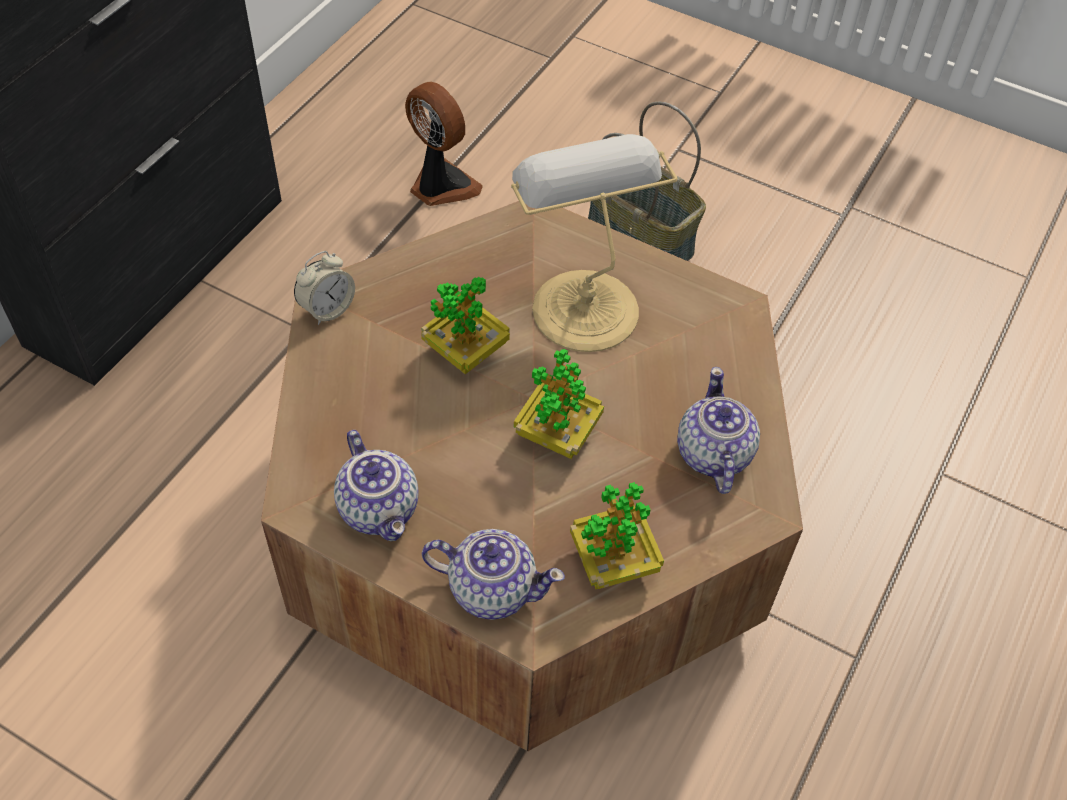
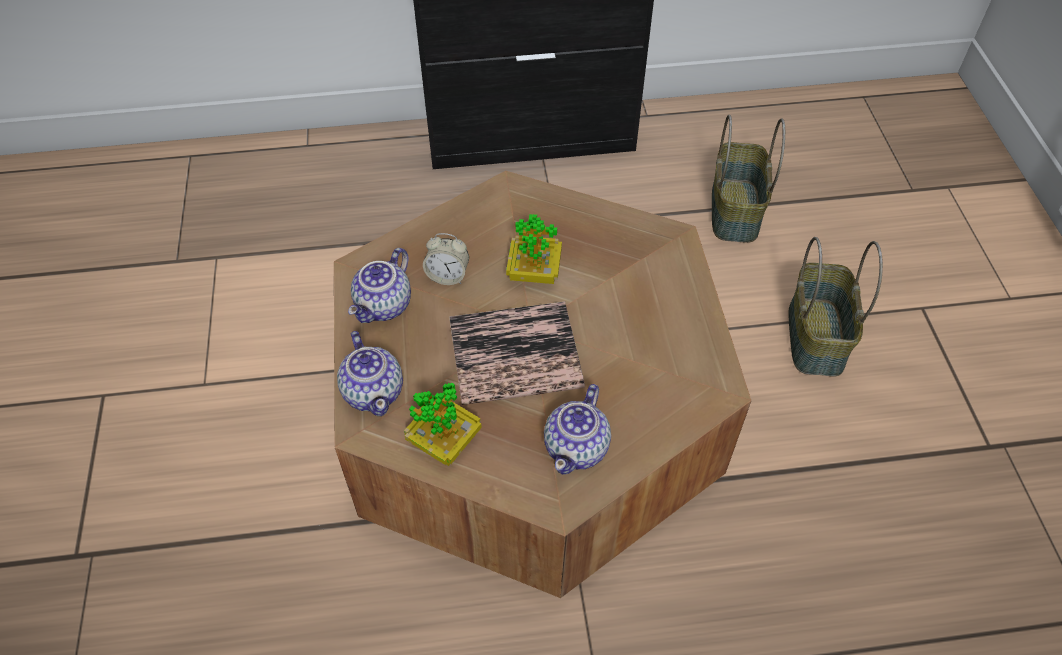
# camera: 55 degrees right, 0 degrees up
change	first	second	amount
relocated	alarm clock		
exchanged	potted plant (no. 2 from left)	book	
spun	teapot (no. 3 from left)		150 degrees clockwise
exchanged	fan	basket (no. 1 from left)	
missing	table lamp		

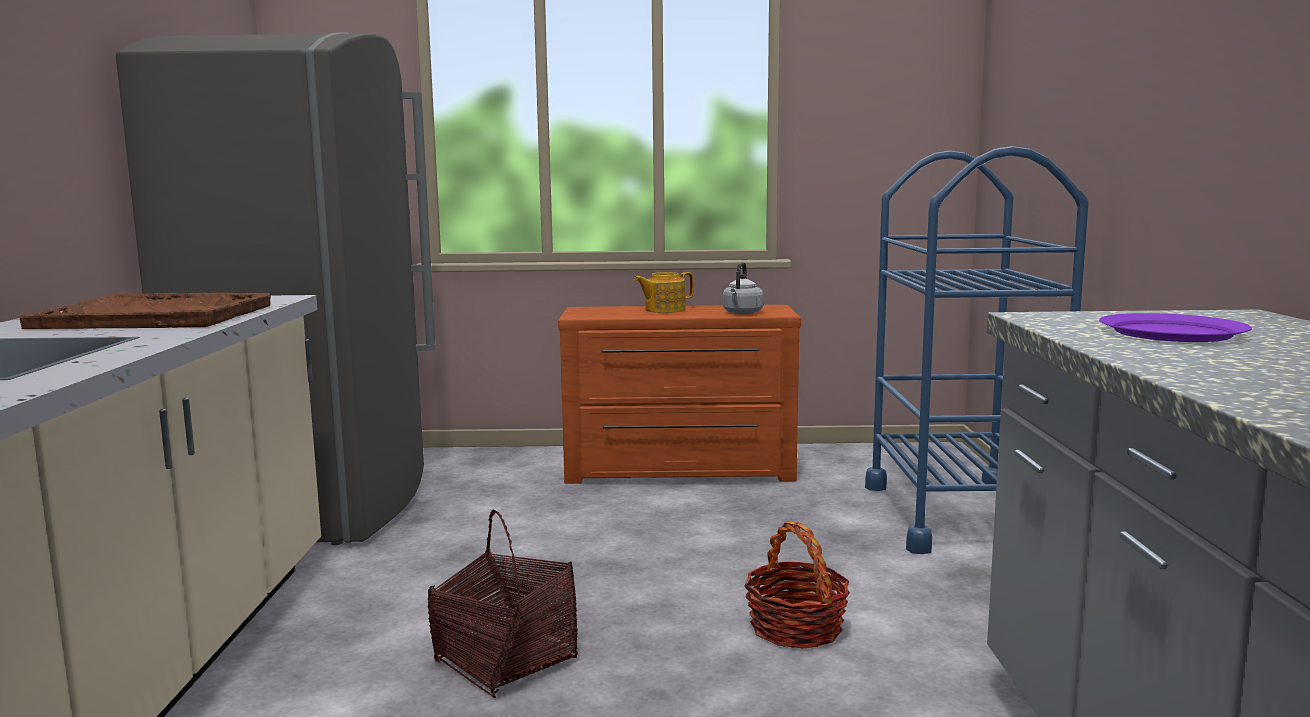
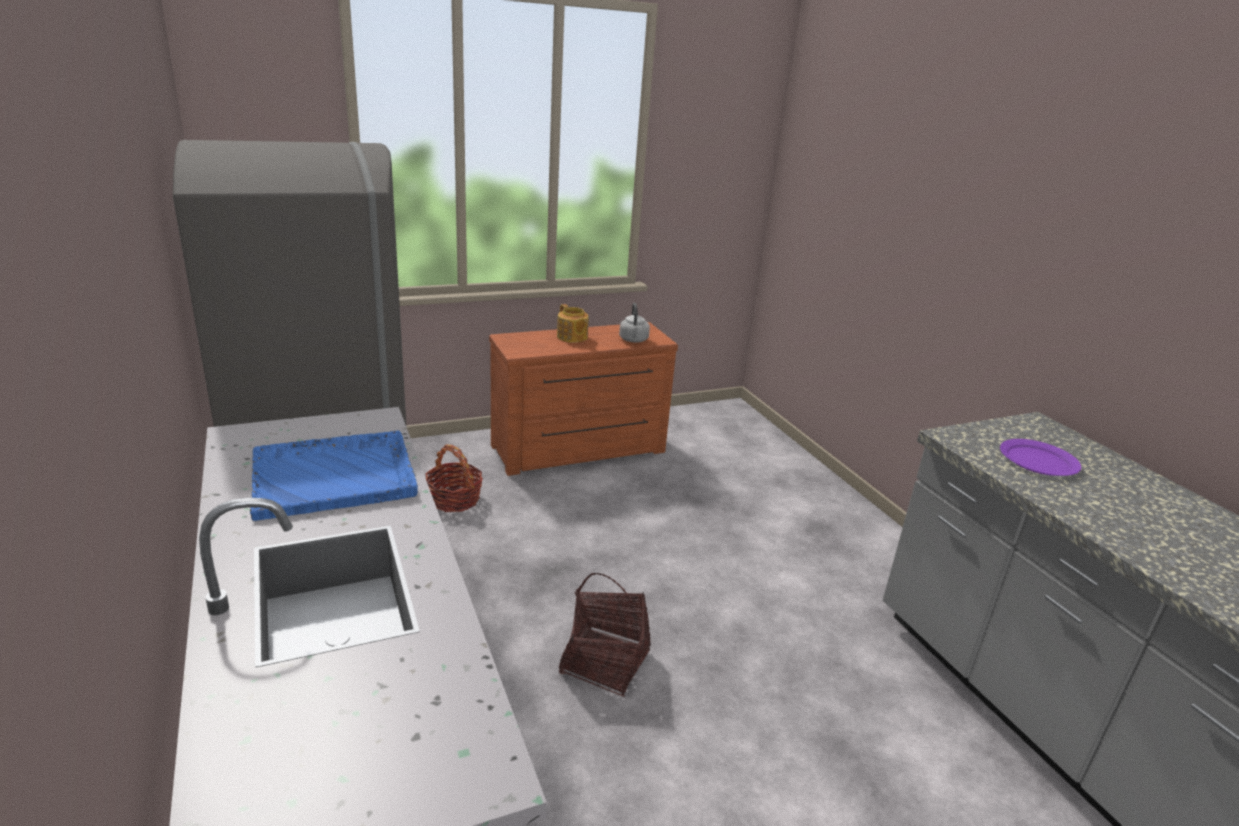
# camera: 25 degrees left, 15 degrees up
change	first	second	amount
colour	tray (brown)	tray (blue)	
relocated	basket (no. 2 from left in the first image)	basket (no. 1 from left)	
spun	teapot		75 degrees counterclockwise
missing	cart (blue)		

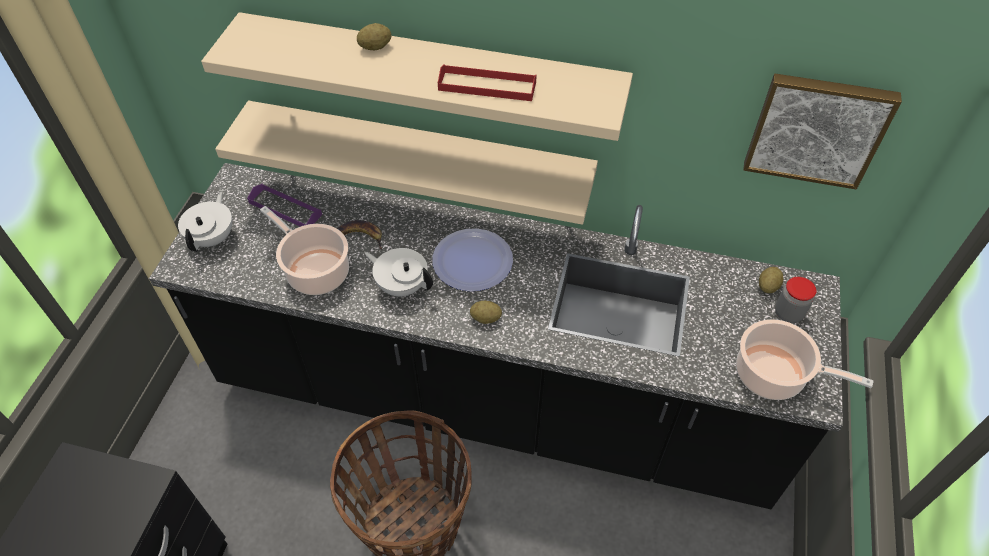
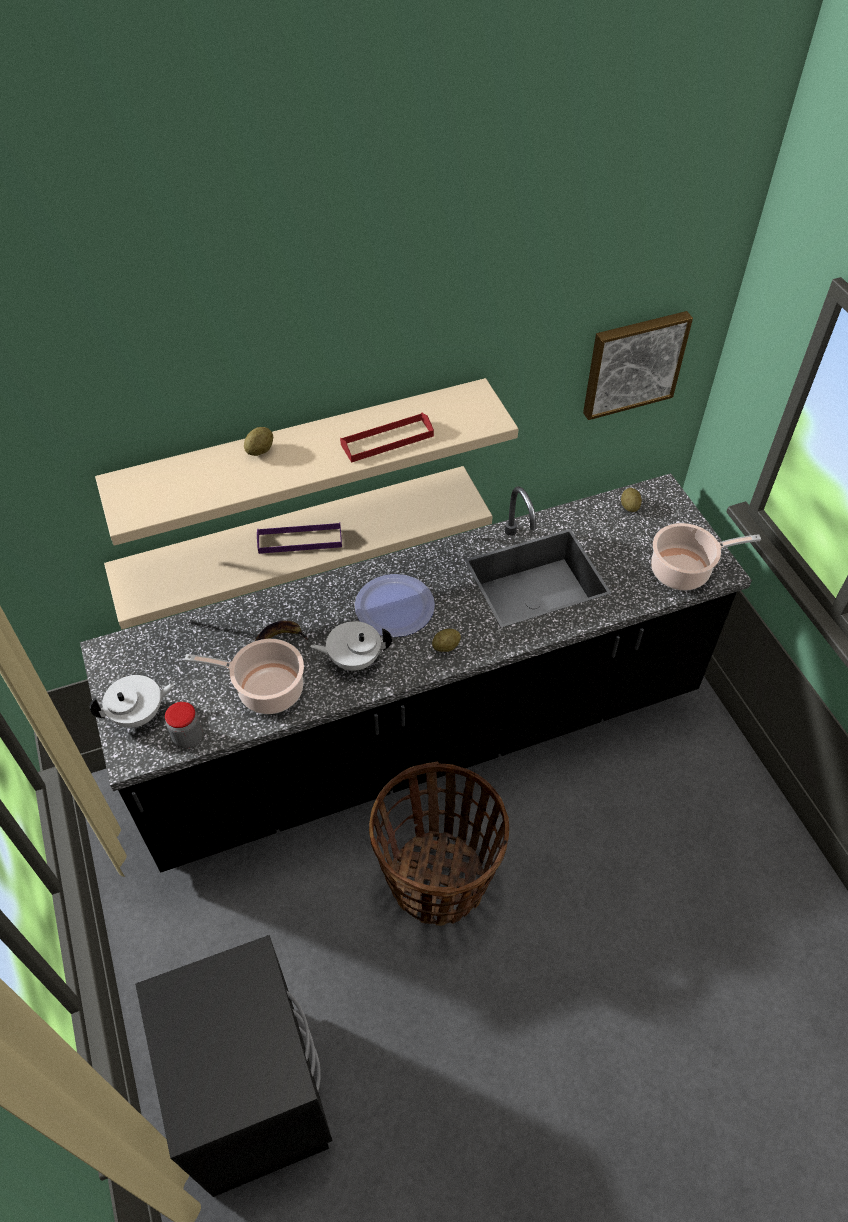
# camera: 35 degrees left, 0 degrees up
change	first	second	amount
spun	teapot (white) (no. 1 from left)		90 degrees clockwise
relocated	jar		
relocated	tray (purple)		

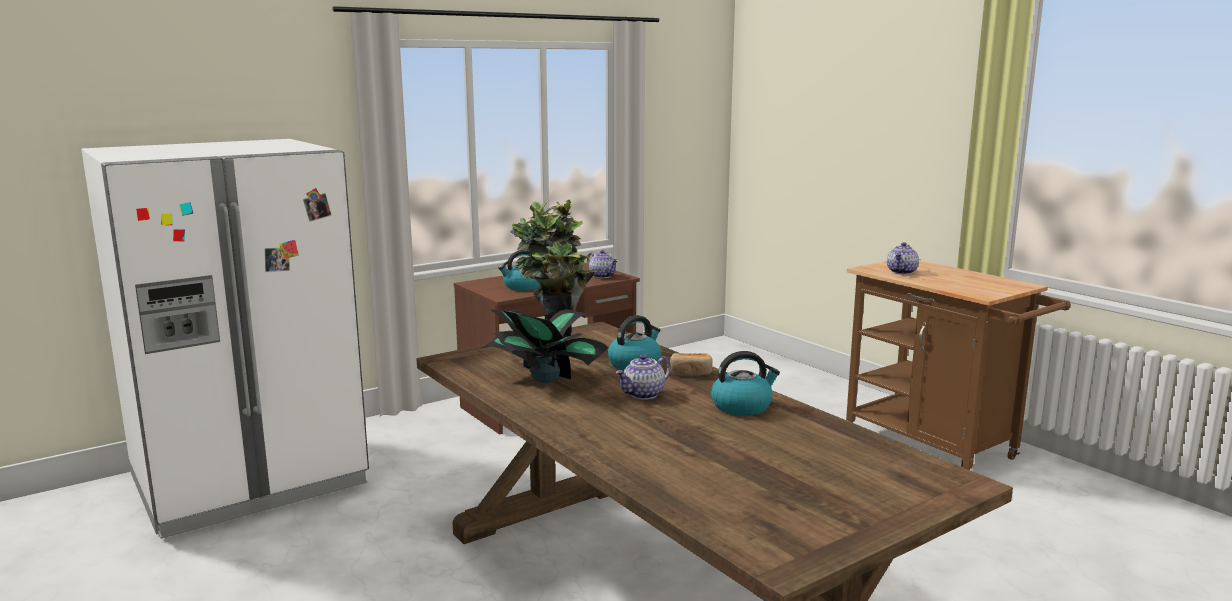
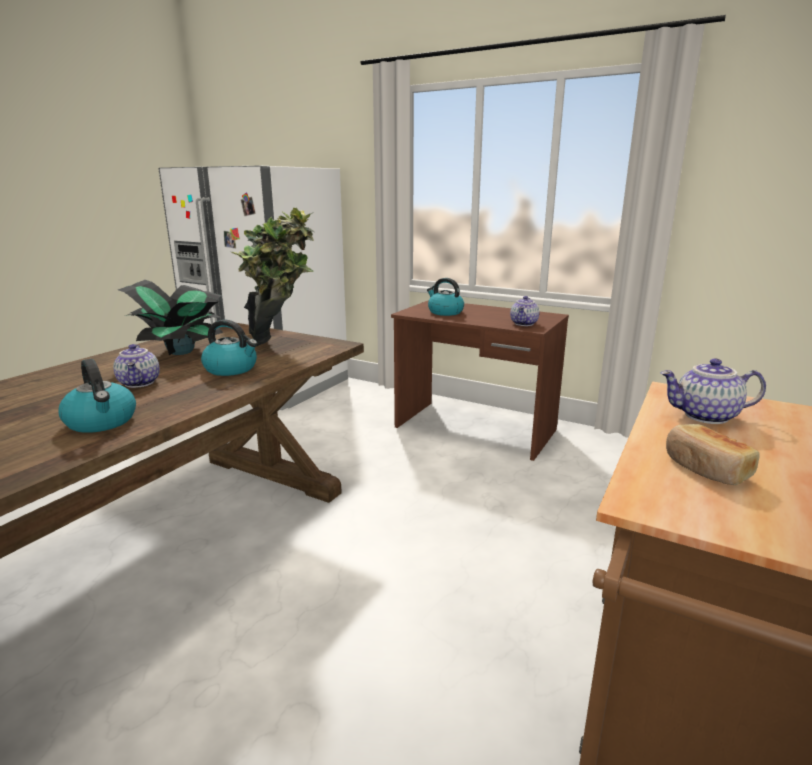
# camera: 65 degrees right, 5 degrees up
change	first	second	amount
spun	teapot (no. 2 from left in the first image)	teapot (no. 1 from left)	135 degrees counterclockwise
relocated	bread		

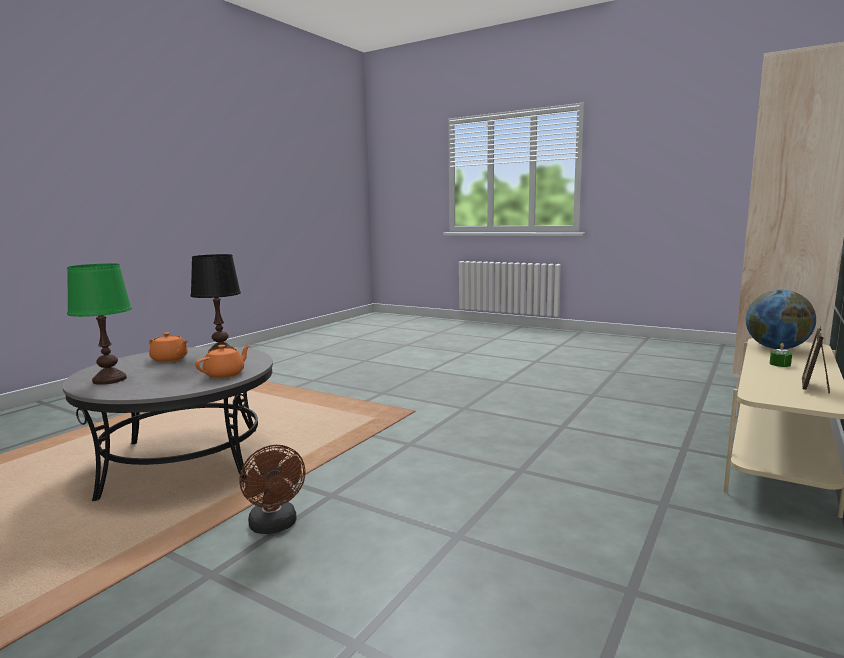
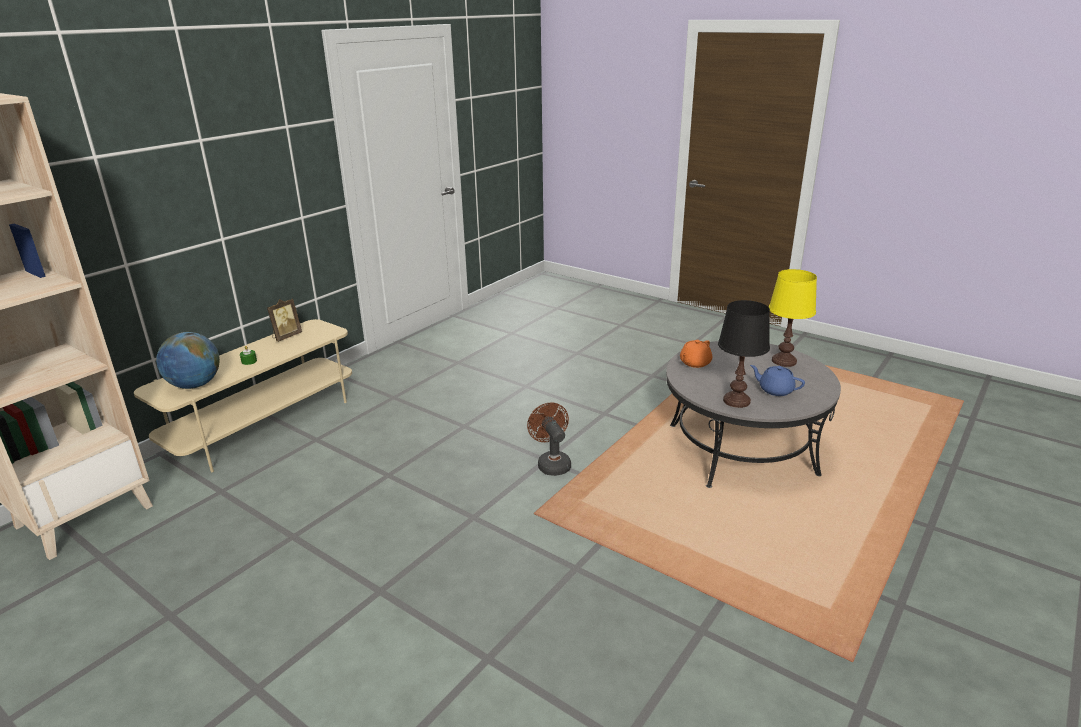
# camera: 175 degrees left, 15 degrees up
change	first	second	amount
relocated	fan (brown)		
colour	teapot (orange) (no. 1 from left)	teapot (blue)	
colour	table lamp (green)	table lamp (yellow)	

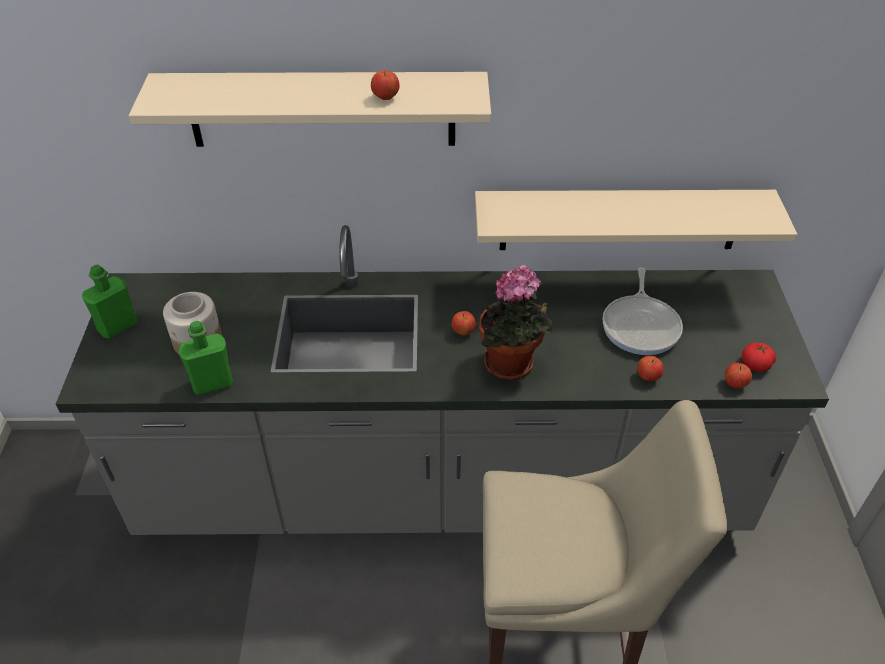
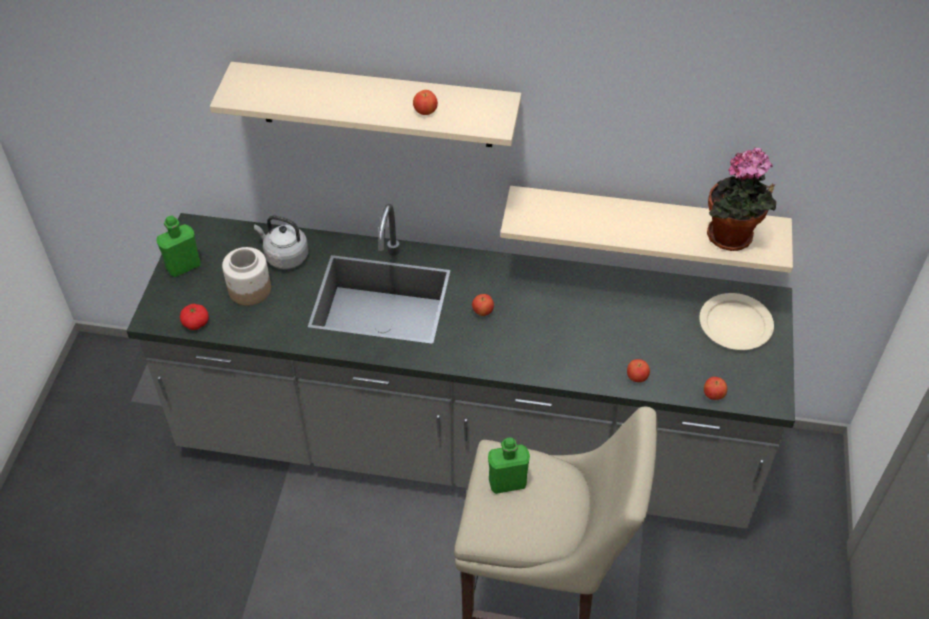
# camera: 10 degrees right, 5 degrees up
change	first	second	amount
relocated	tomato		
appeared		kettle (grey)	
relocated	bottle (green) (no. 2 from left)		
appeared		plate (beige)	
relocated	potted plant		
missing	frying pan		

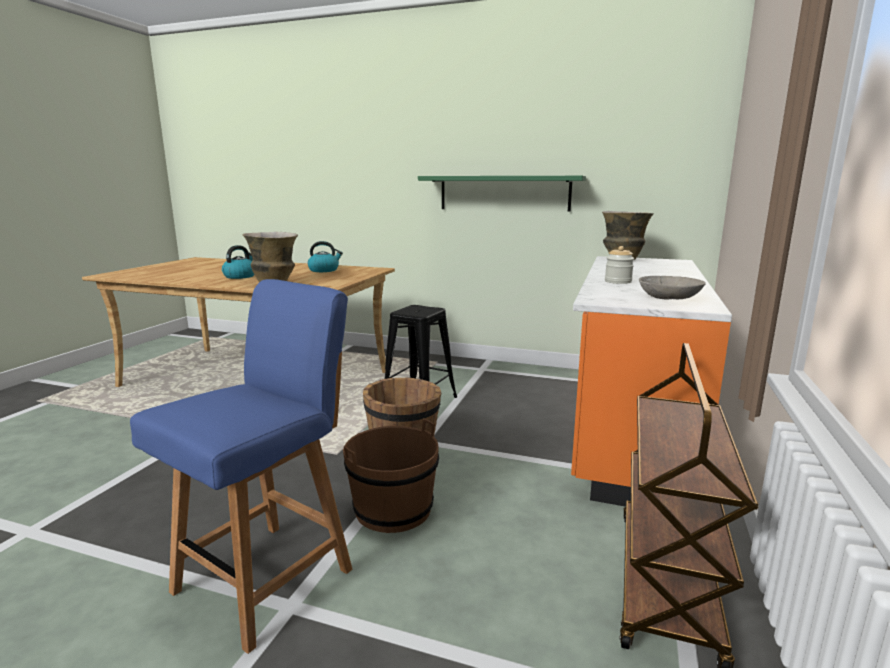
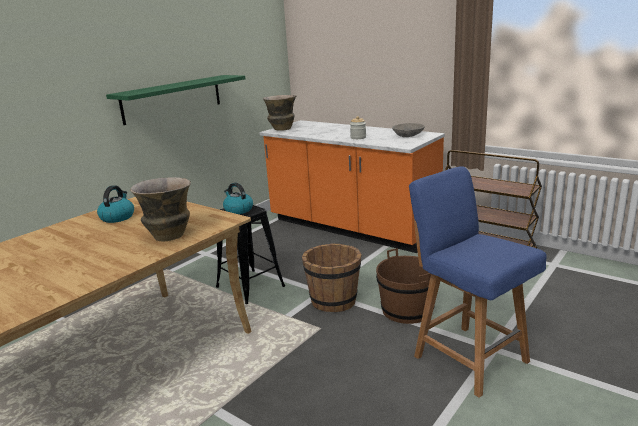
# camera: 70 degrees left, 5 degrees up
change	first	second	amount
relocated	kettle (no. 1 from left in the first image)	kettle (no. 2 from left)	

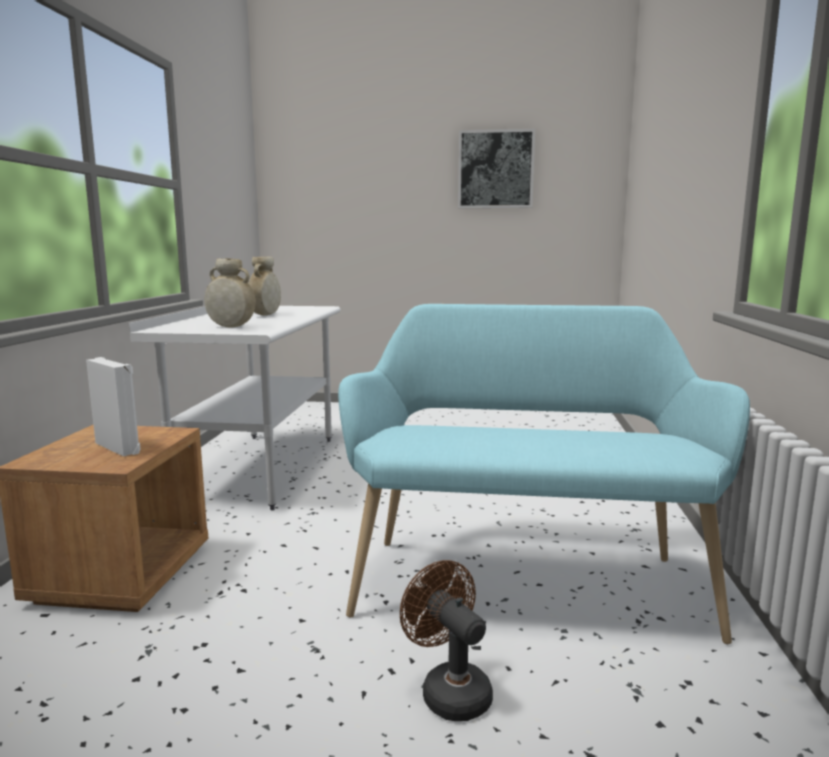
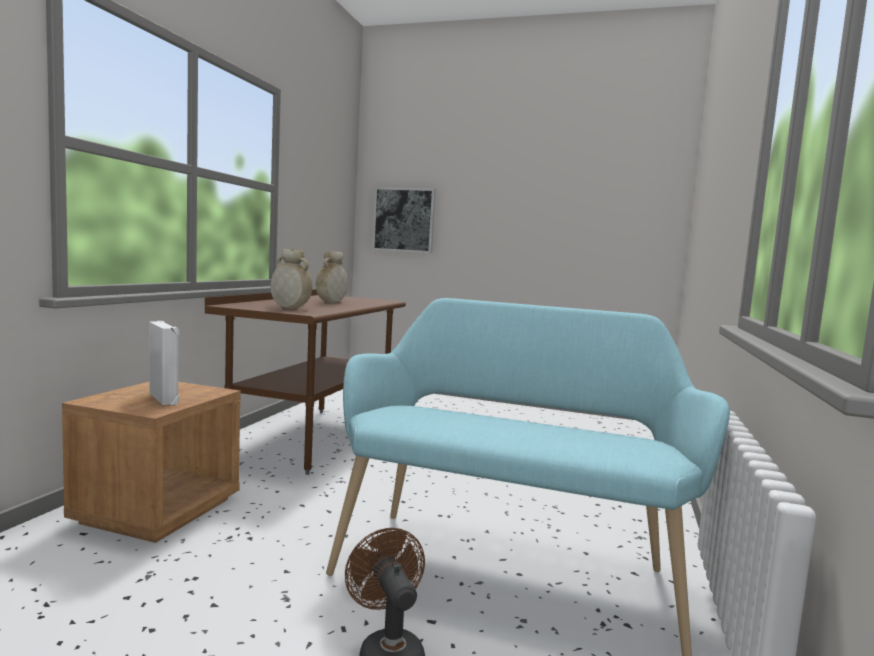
# camera: 10 degrees right, 5 degrees down
change	first	second	amount
colour	desk (white)	desk (brown)	
relocated	picture		

